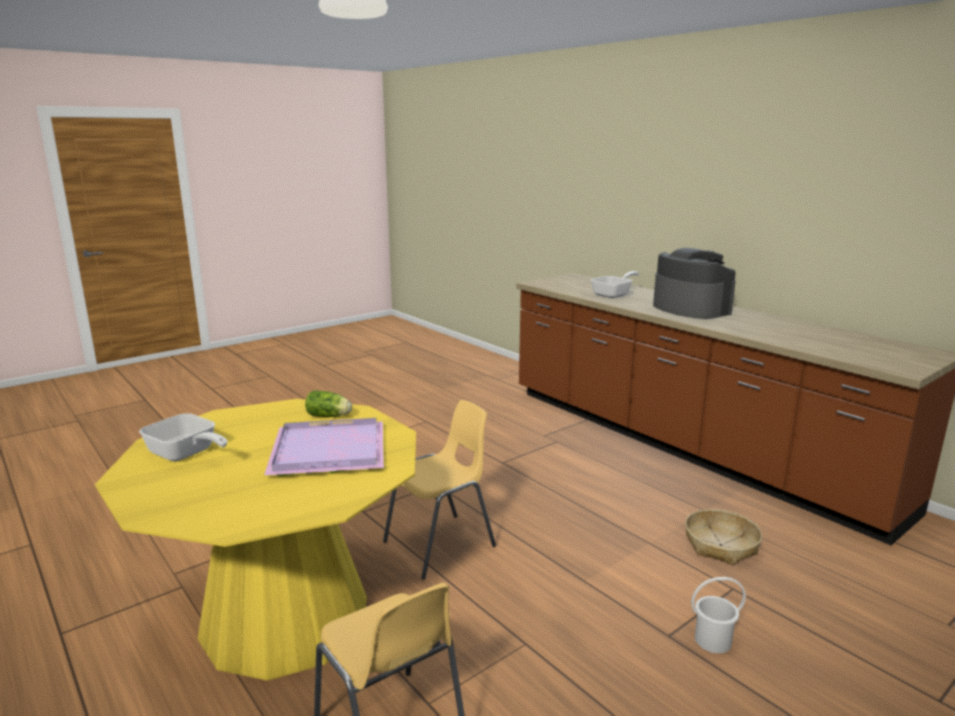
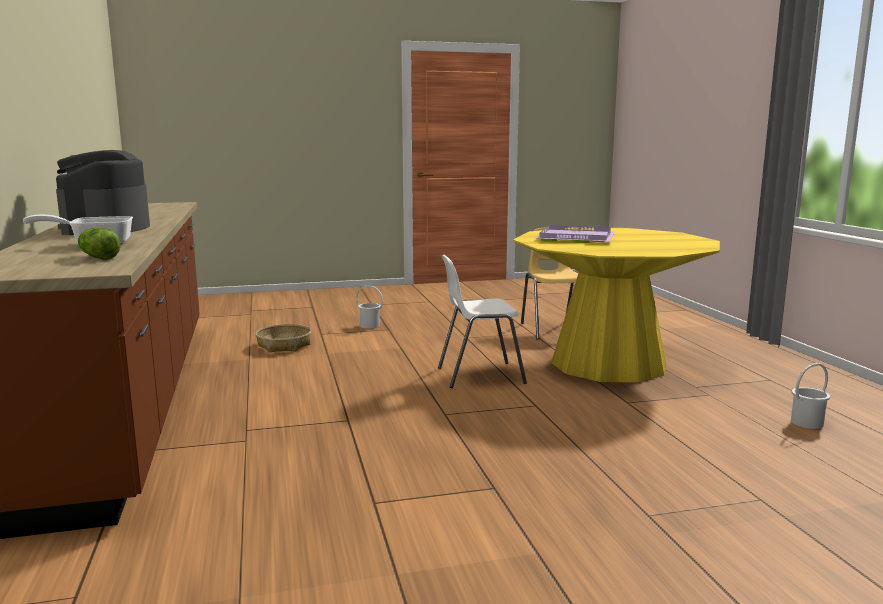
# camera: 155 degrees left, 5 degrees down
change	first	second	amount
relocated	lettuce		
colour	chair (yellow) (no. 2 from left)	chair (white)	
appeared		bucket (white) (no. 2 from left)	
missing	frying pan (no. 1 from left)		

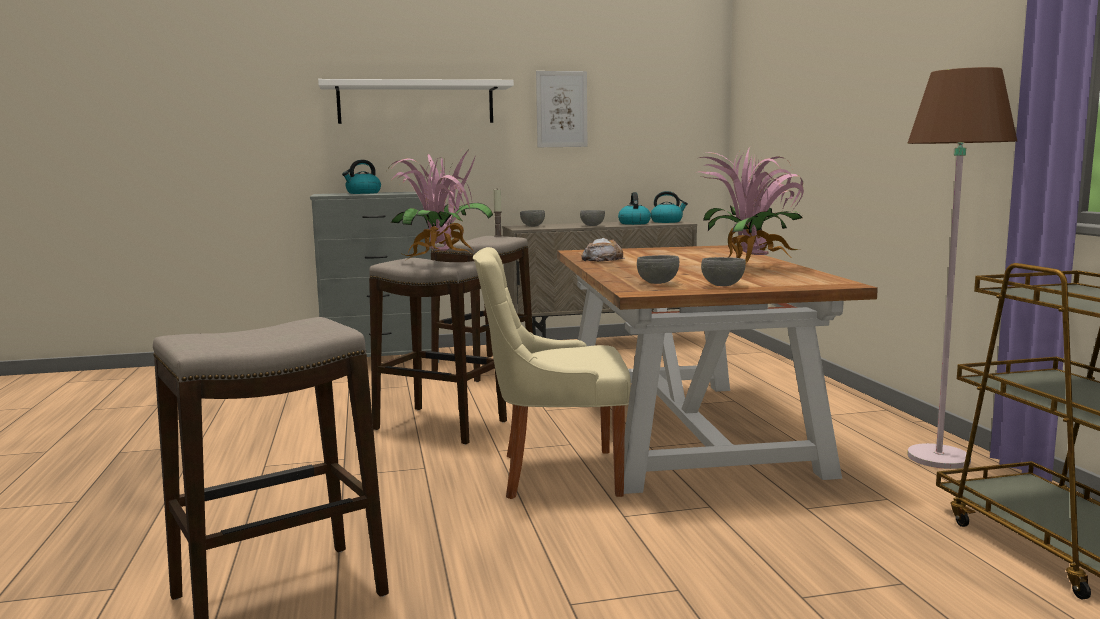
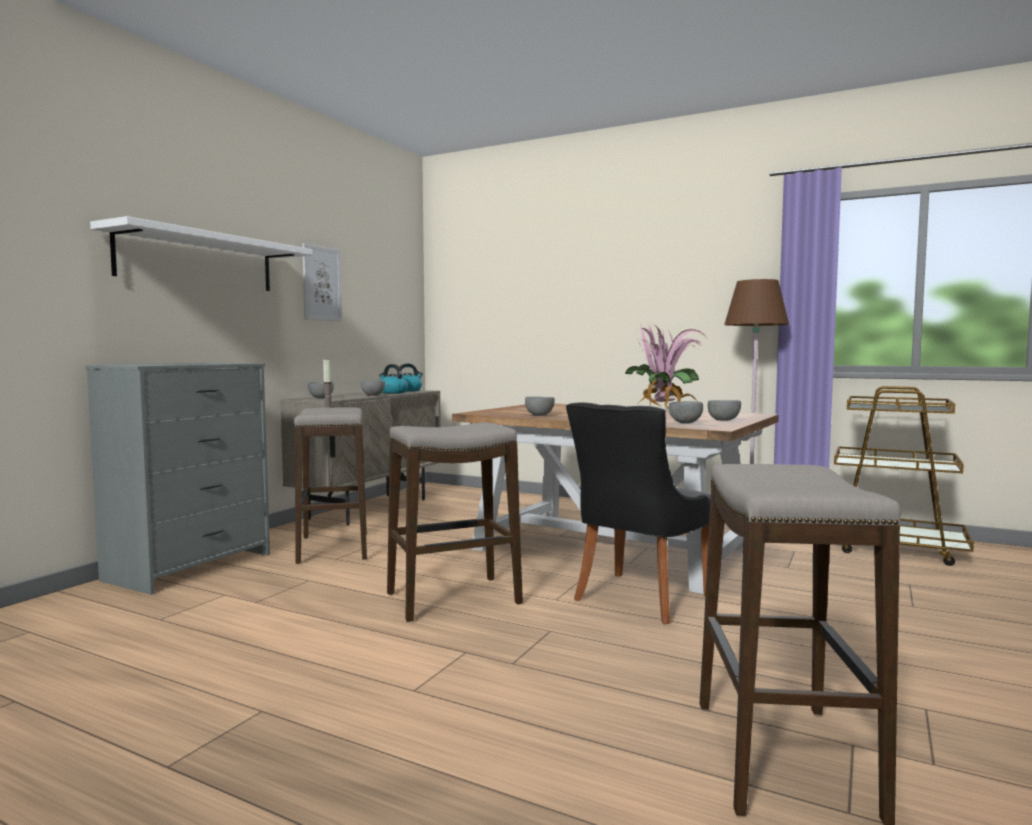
# camera: 50 degrees left, 5 degrees down
change	first	second	amount
exchanged	bread	bowl (grey) (no. 3 from left)	
colour	chair (beige)	chair (black)	
missing	kettle (no. 1 from left)		
missing	potted plant (no. 1 from left)		

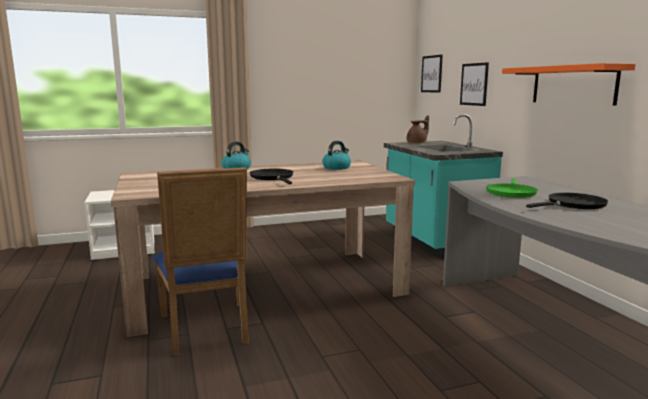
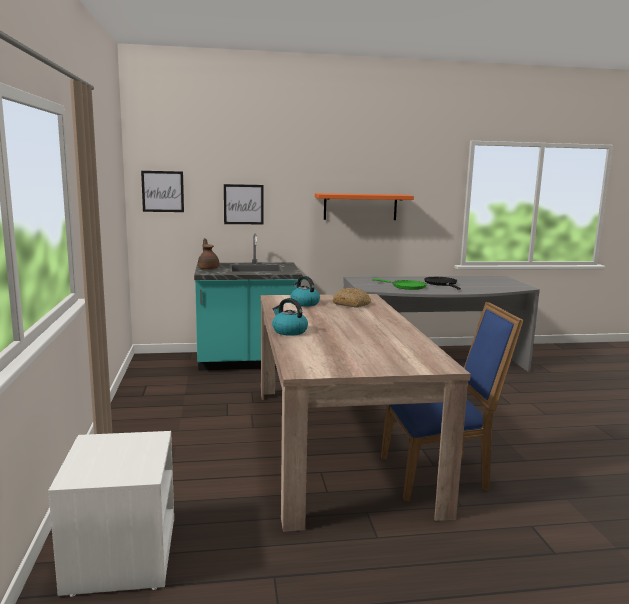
# camera: 80 degrees left, 0 degrees up
change	first	second	amount
appeared		bread	
missing	frying pan (black) (no. 1 from left)		

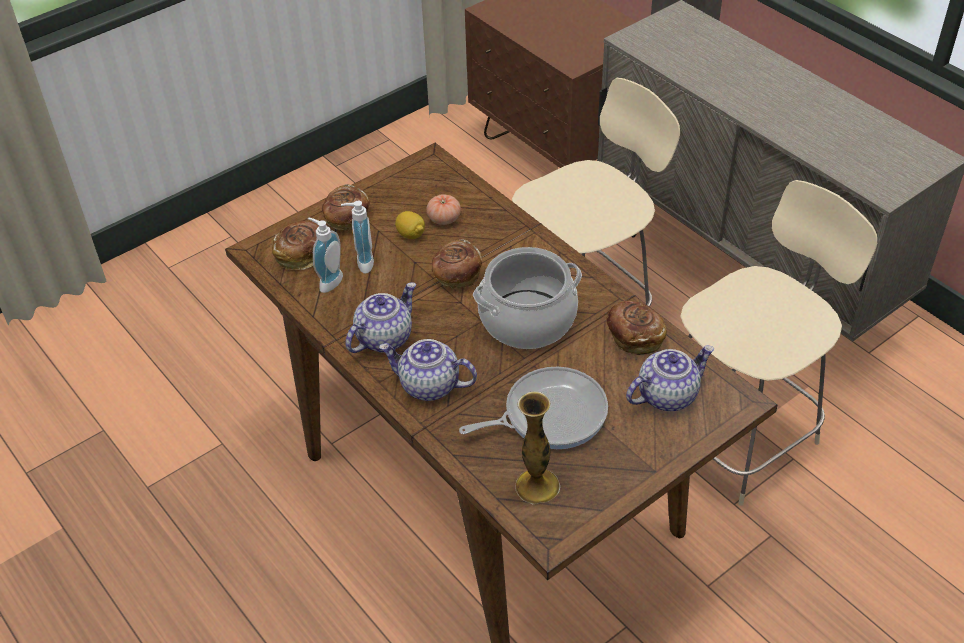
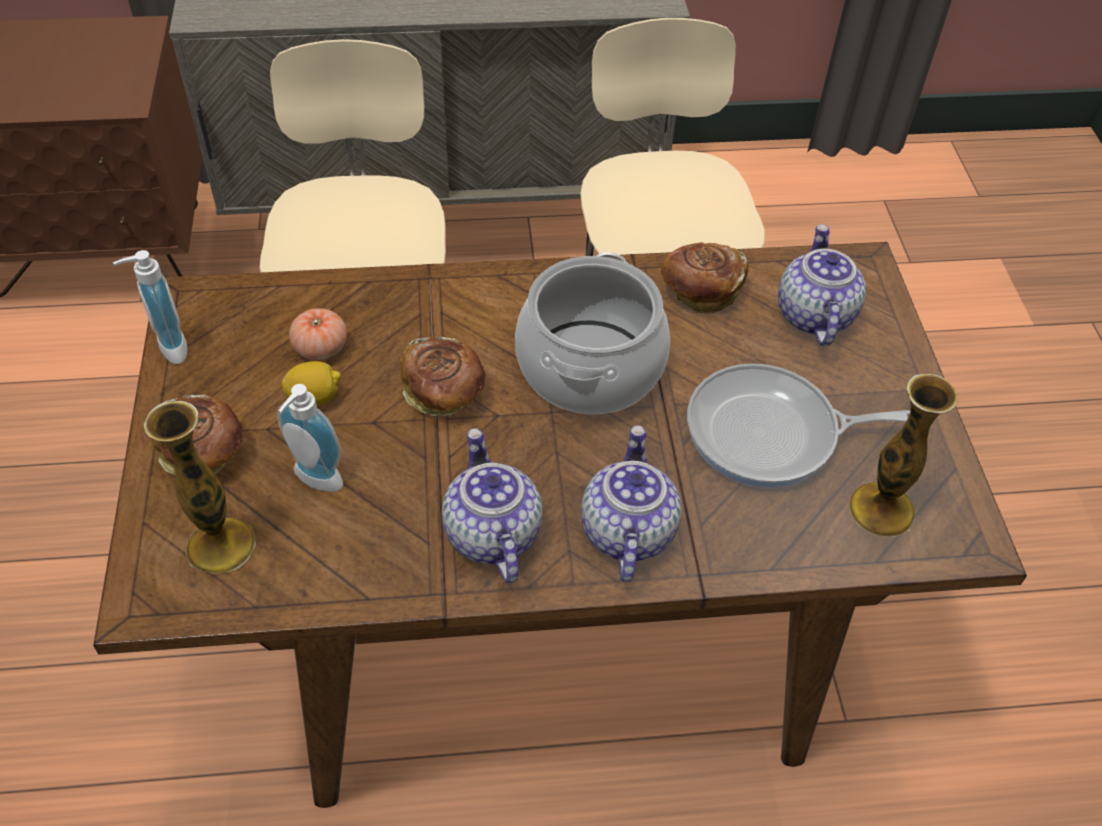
# camera: 60 degrees left, 5 degrees up
change	first	second	amount
relocated	soap dispenser (no. 1 from left)		
exchanged	bread (no. 1 from left)	vase (no. 1 from left)	
spun	teapot (no. 2 from left)		135 degrees clockwise
spun	frying pan		105 degrees counterclockwise

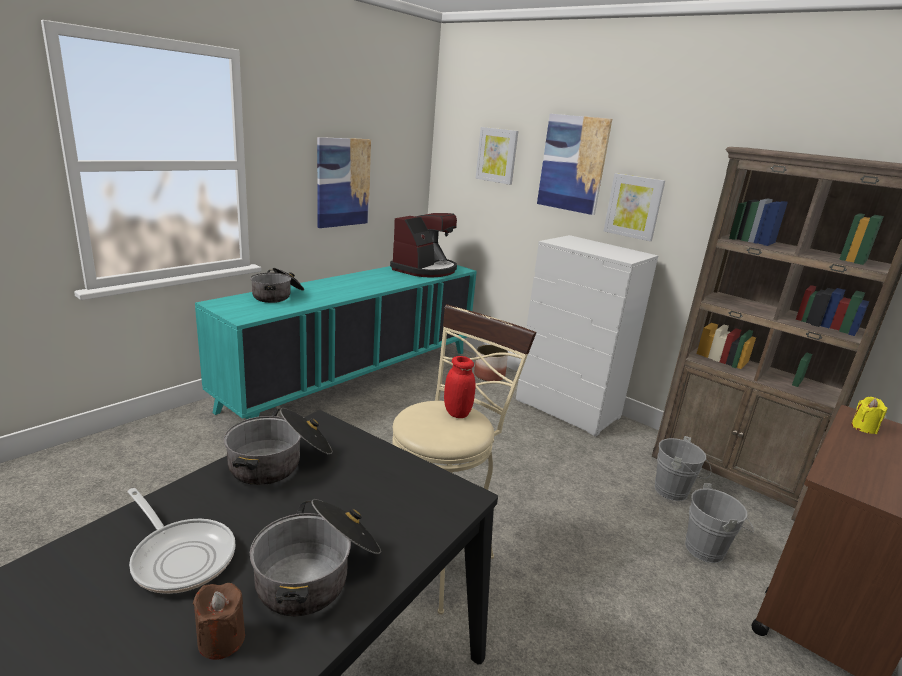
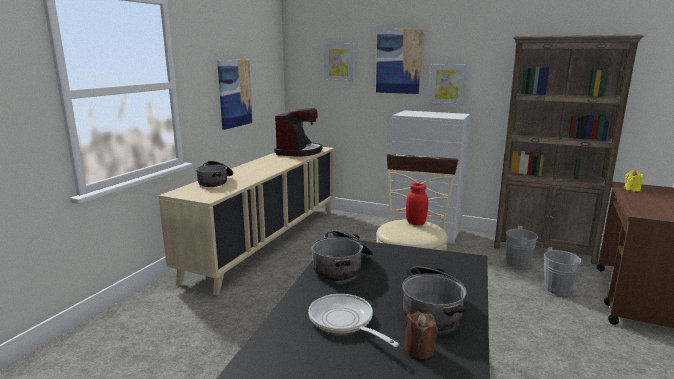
# camera: 15 degrees left, 5 degrees down
change	first	second	amount
colour	cabinet (turquoise)	cabinet (beige)	
spun	frying pan		150 degrees counterclockwise
missing	planter		

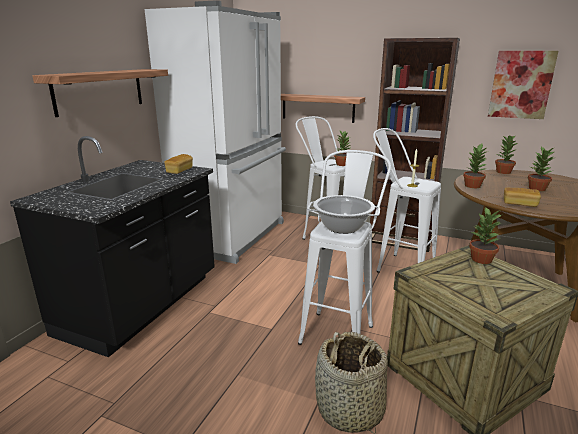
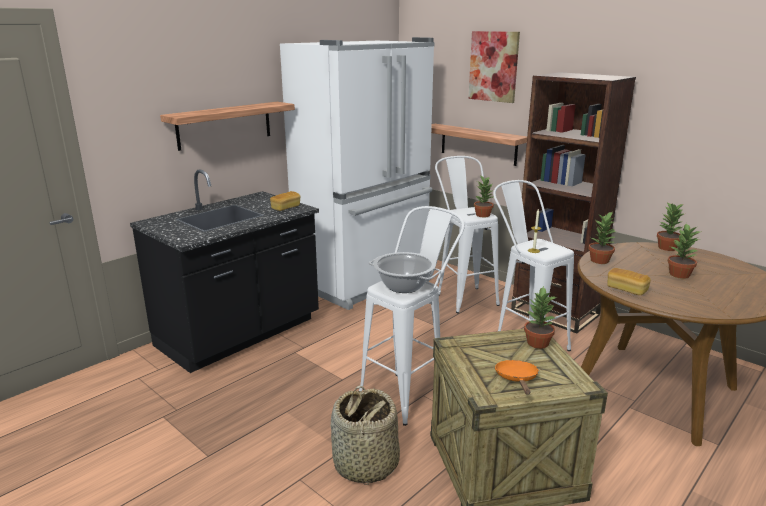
# camera: 20 degrees right, 0 degrees up
change	first	second	amount
relocated	picture		
appeared		frying pan (orange)	

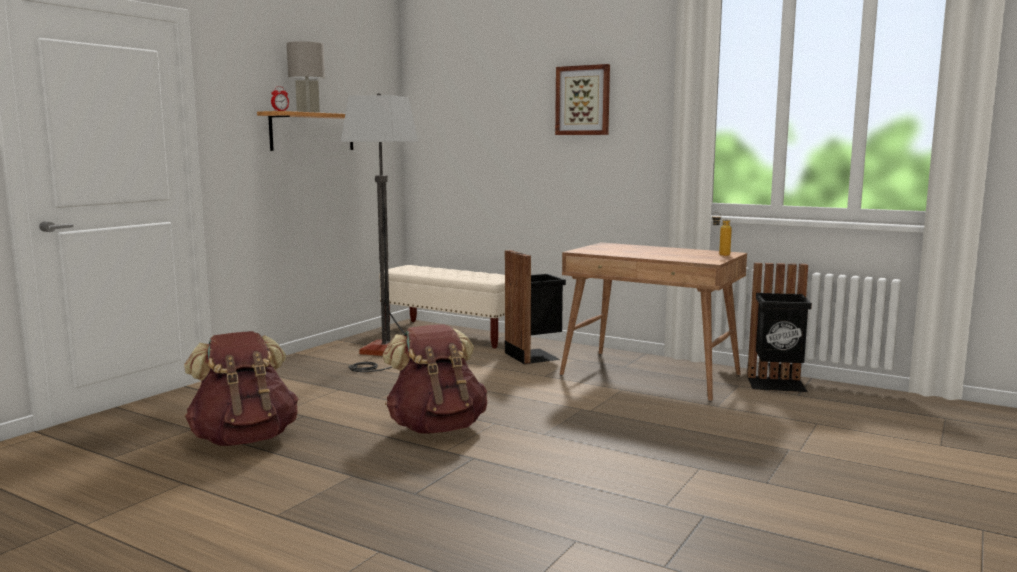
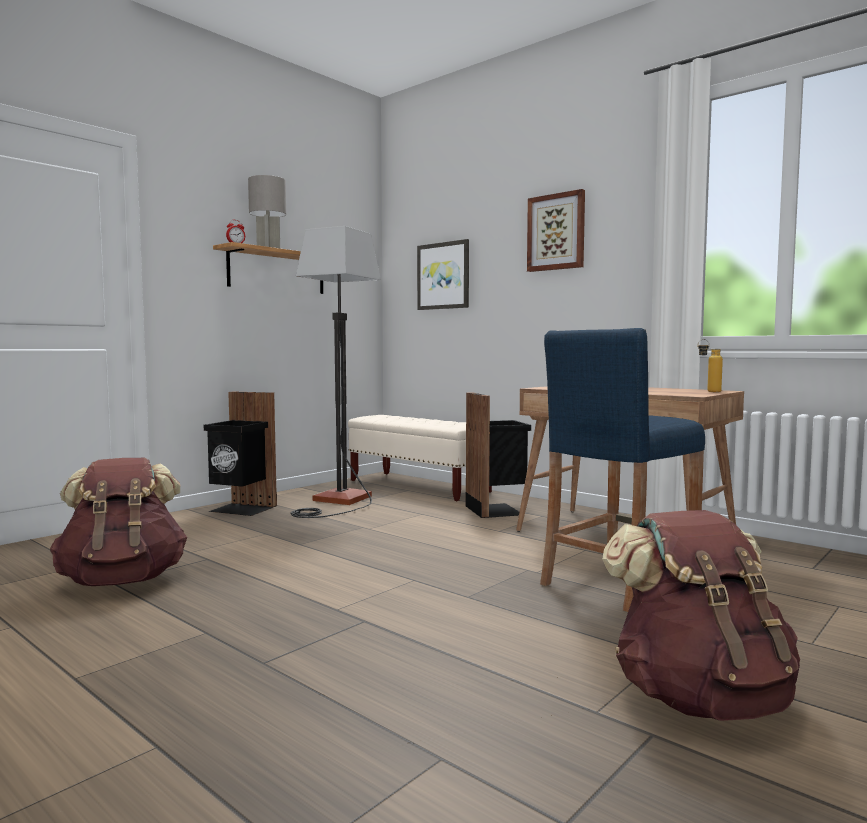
# camera: 10 degrees right, 5 degrees down
change	first	second	amount
relocated	trash can (black) (no. 2 from left in the first image)	trash can (black) (no. 1 from left)	
appeared		picture (no. 1 from left)	
appeared		stool (blue)	
relocated	backpack (brown) (no. 2 from left)		

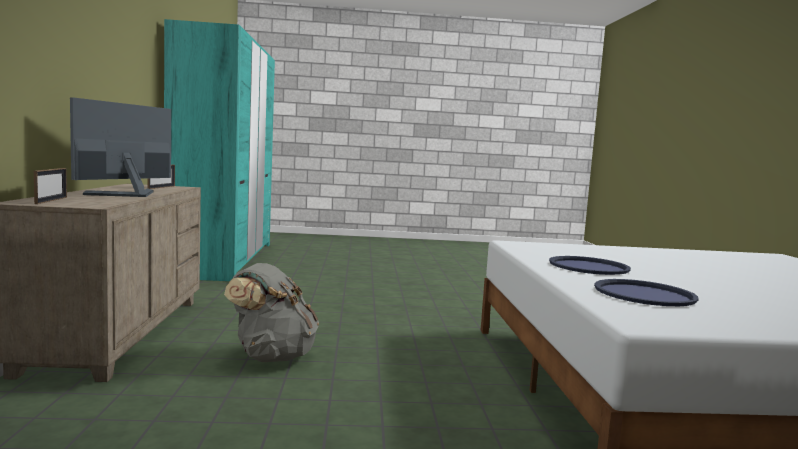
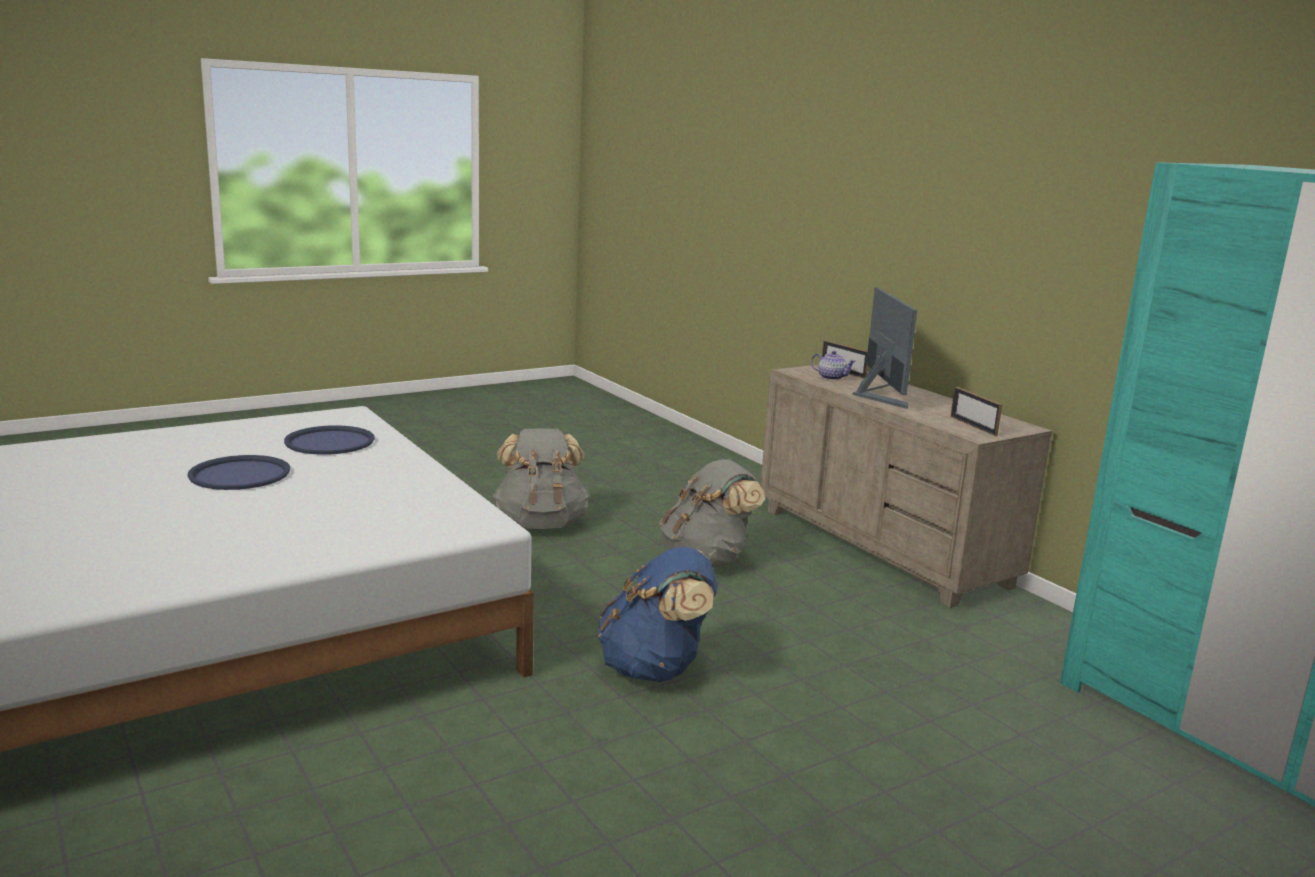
# camera: 150 degrees right, 10 degrees up
change	first	second	amount
relocated	tray (blue) (no. 1 from left)		
appeared		backpack (grey) (no. 1 from left)	
appeared		backpack (blue)	
appeared		teapot	

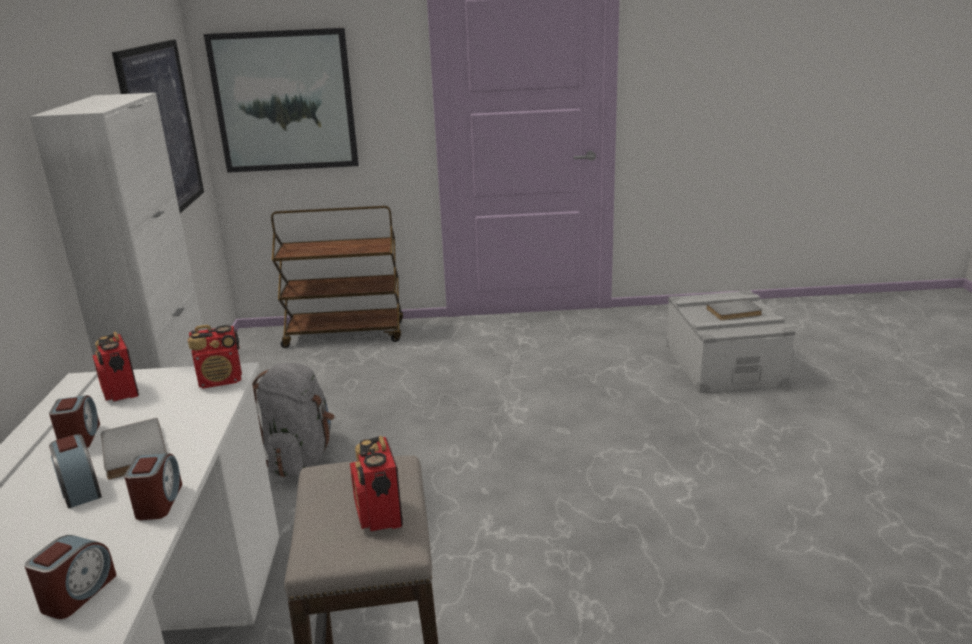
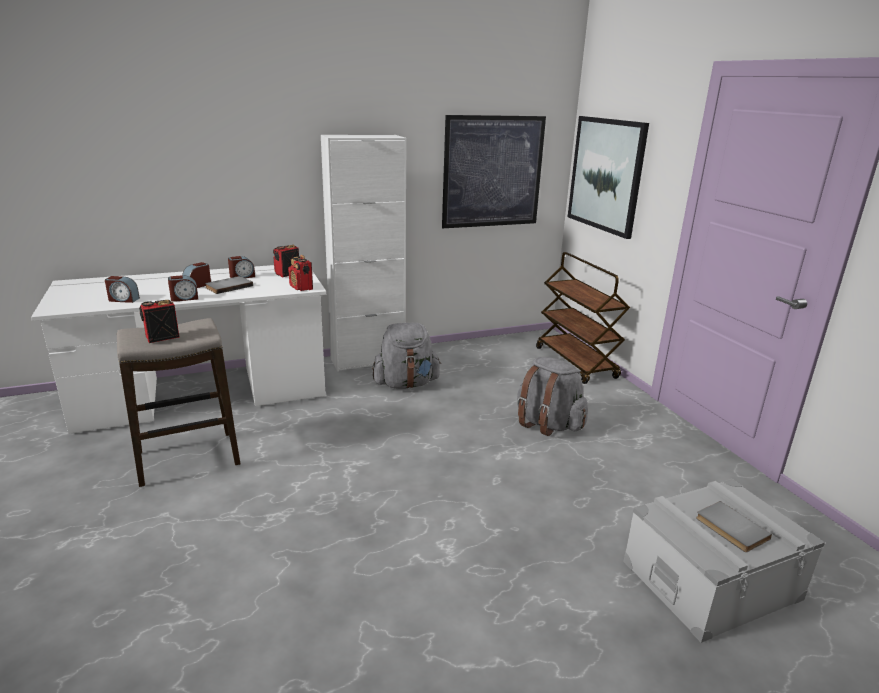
# camera: 70 degrees right, 0 degrees up
change	first	second	amount
appeared		backpack (grey) (no. 2 from left)	

